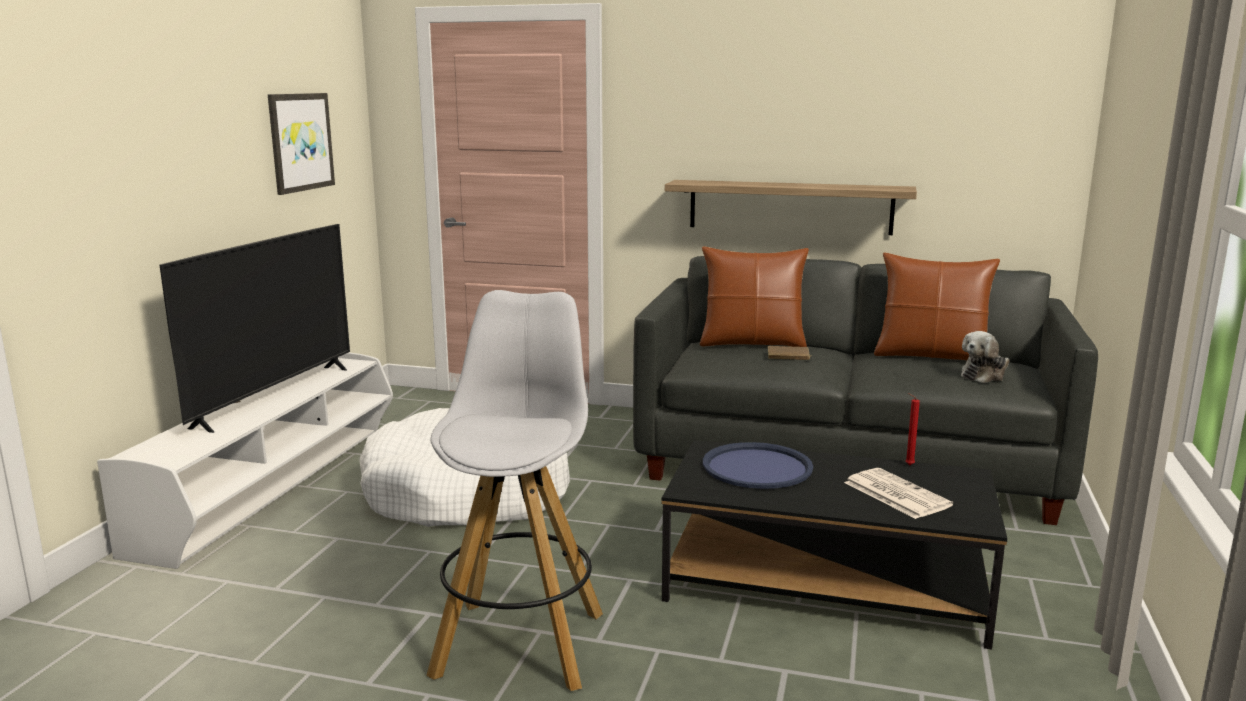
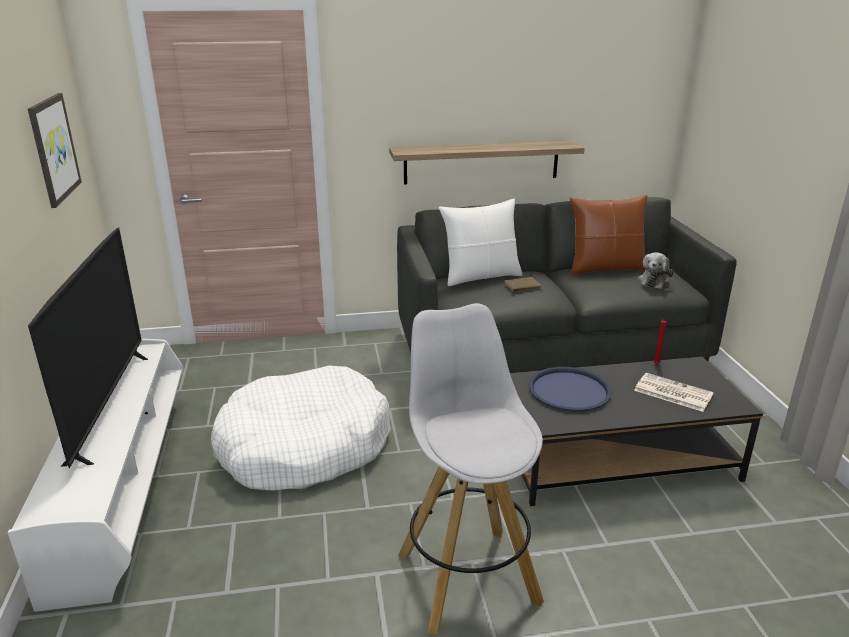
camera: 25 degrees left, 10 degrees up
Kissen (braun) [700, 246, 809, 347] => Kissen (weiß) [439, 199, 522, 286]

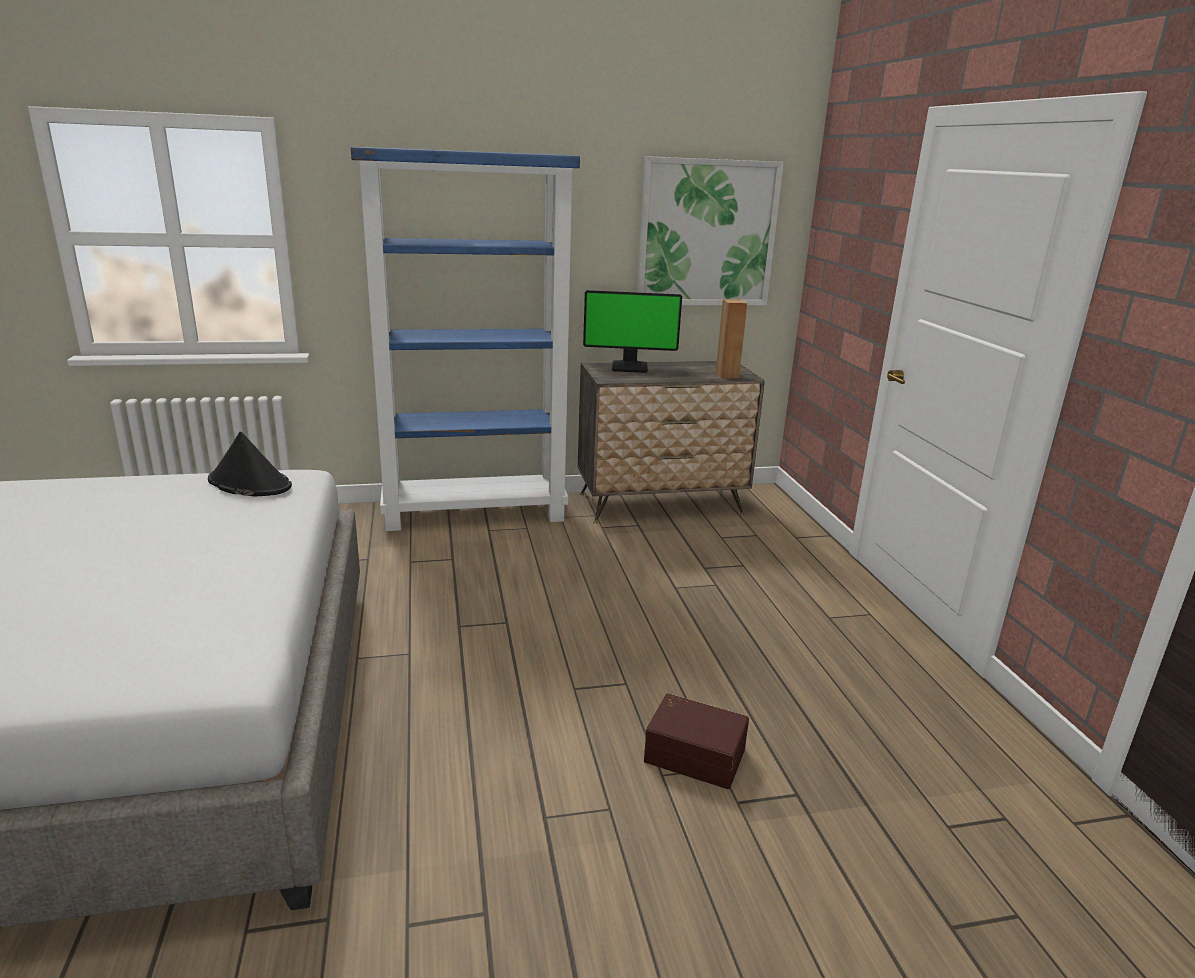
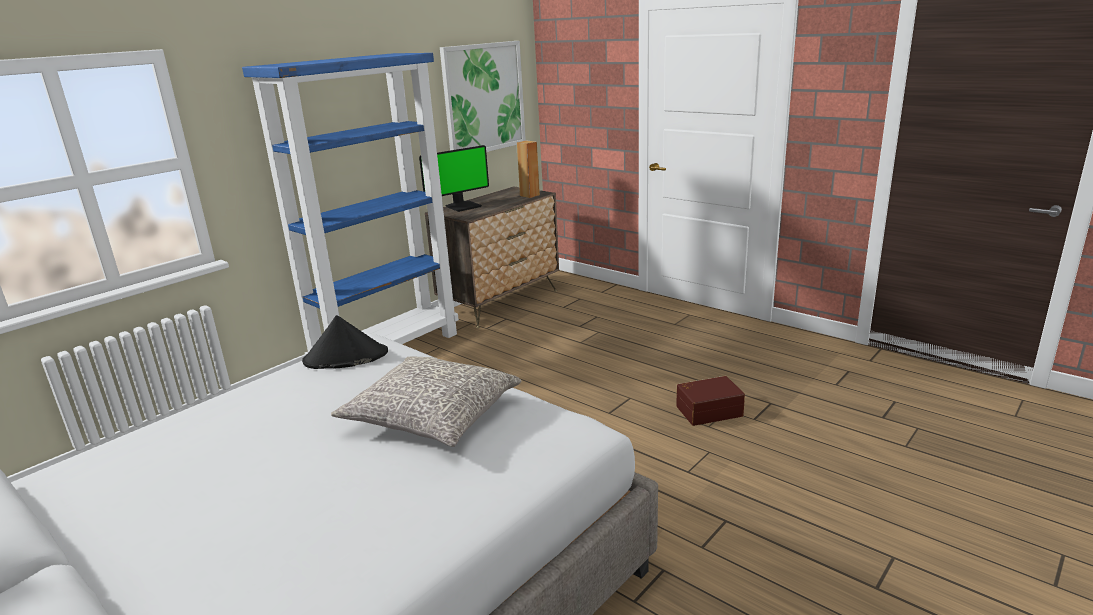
camera: 35 degrees left, 0 degrees up
nothing => Kissen (grau) [331, 356, 521, 447]

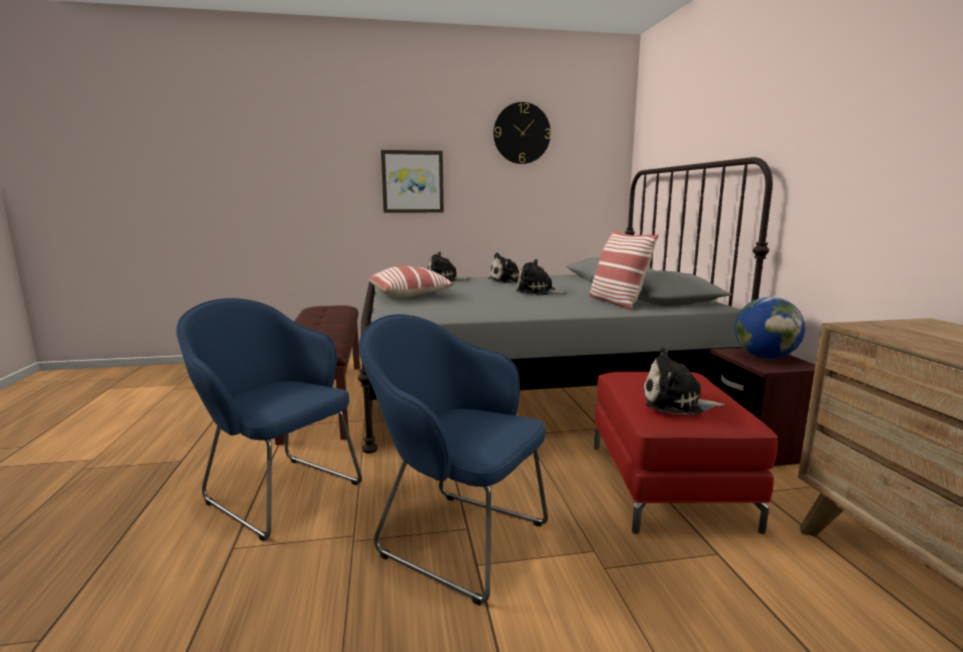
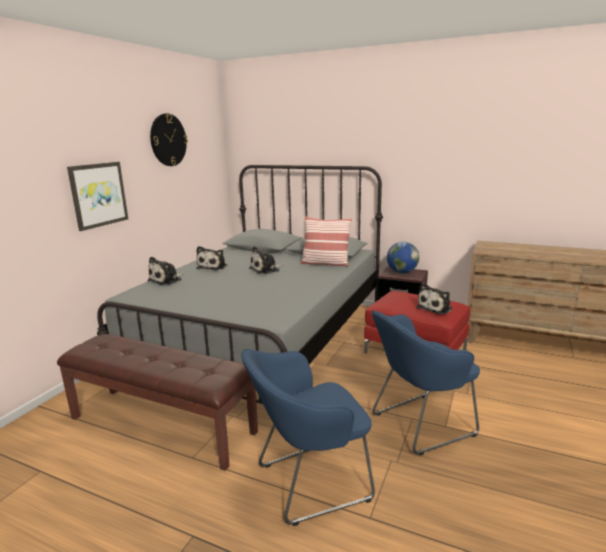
camera: 55 degrees left, 5 degrees up
Kissen [369, 266, 455, 298] => nothing

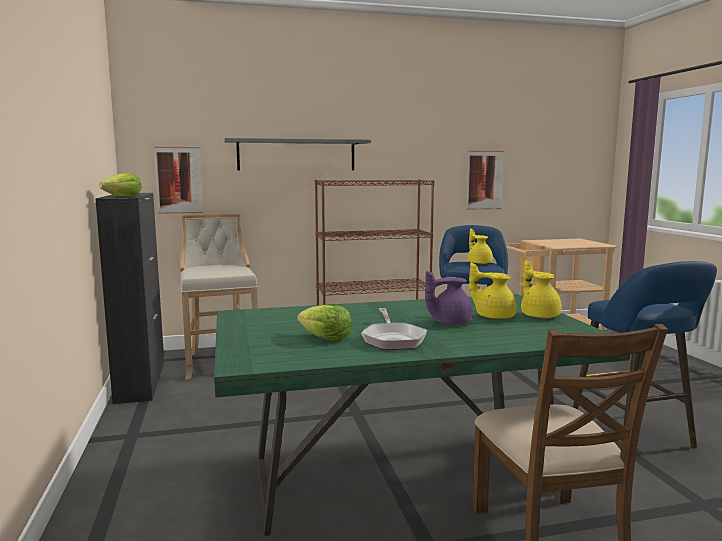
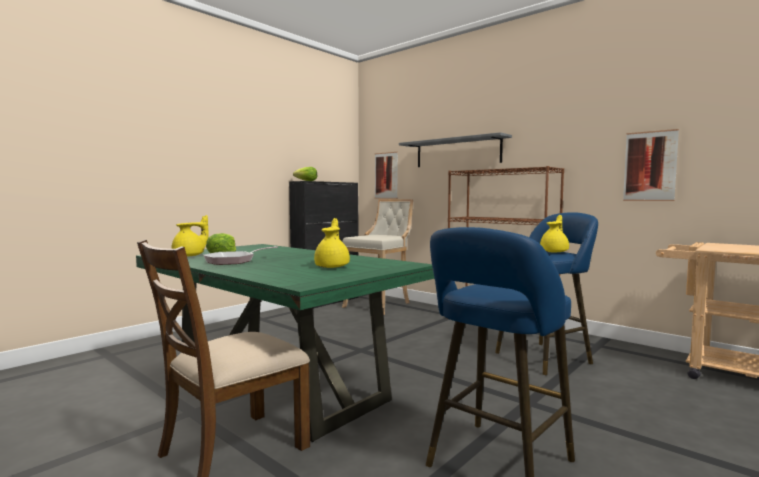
camera: 55 degrees right, 5 degrees down
Teekanne (lila) [425, 271, 473, 325] => nothing
Teekanne (gelb) [521, 260, 562, 318] => Teekanne (gelb) [171, 215, 209, 256], shifted

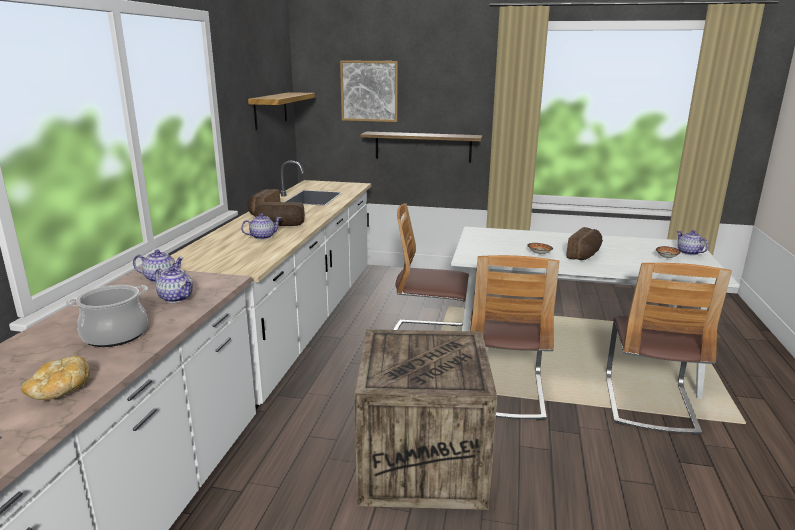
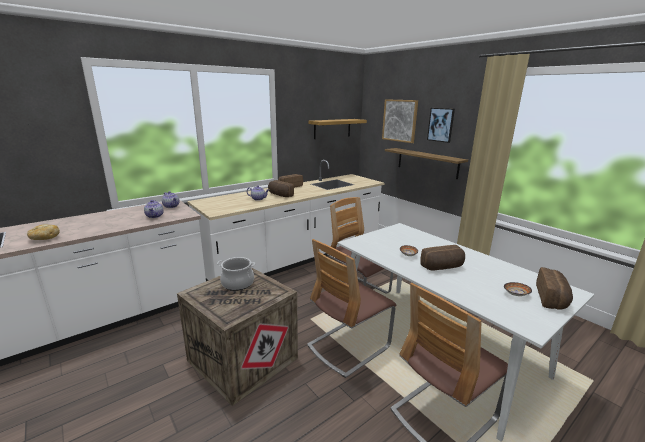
camera: 40 degrees right, 0 degrees up
Kochtopf [66, 285, 148, 347] => Kochtopf [217, 257, 256, 291], shifted
Teekanne [677, 230, 709, 255] => Brot [536, 267, 573, 310]
nothing => Bild [427, 108, 455, 143]

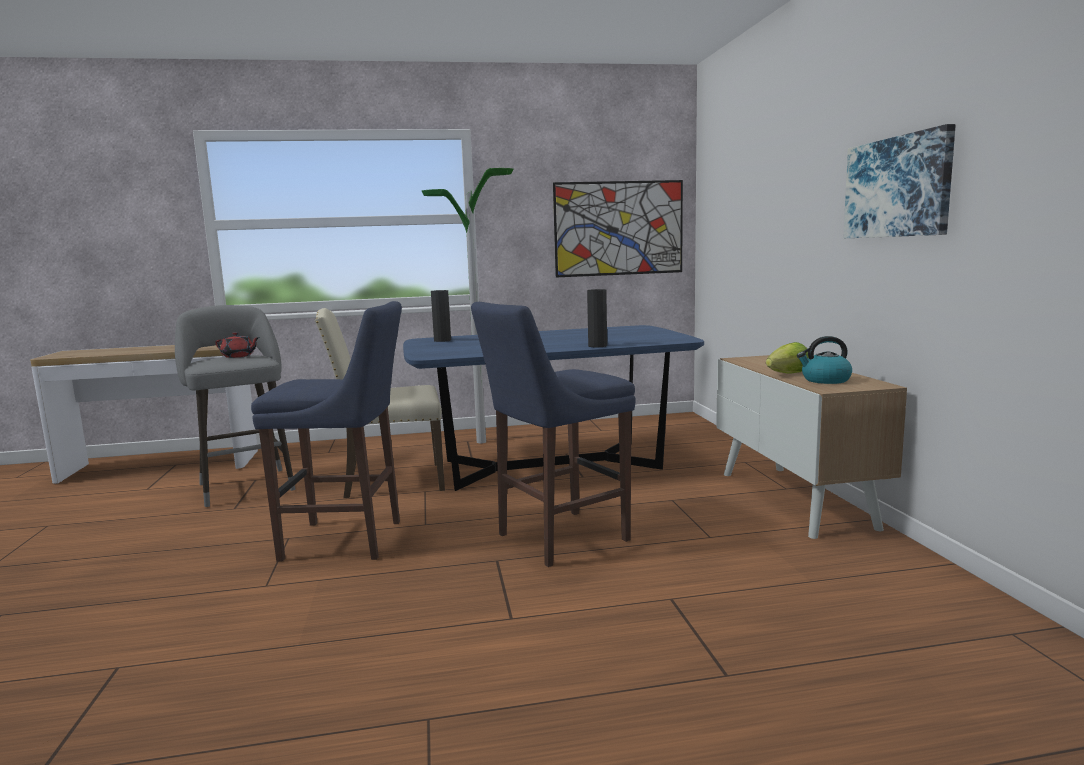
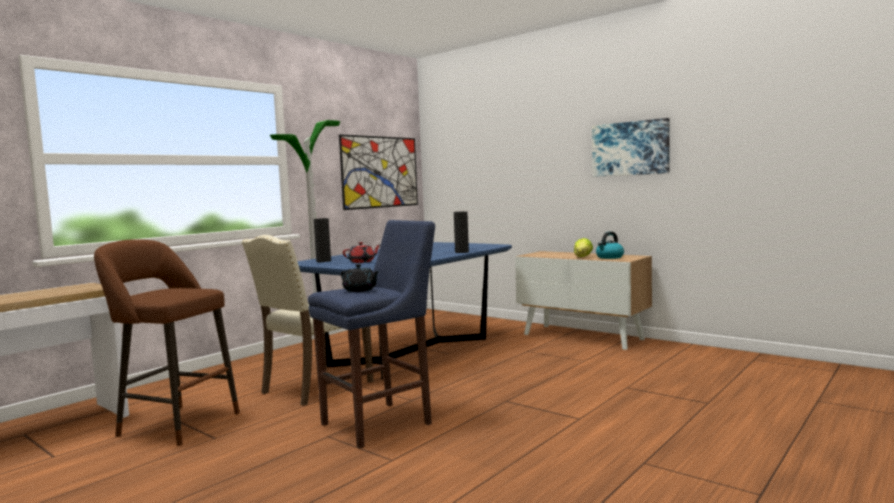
camera: 40 degrees left, 5 degrees down
Hocker (grau) [175, 305, 295, 507] => Hocker (braun) [94, 239, 240, 446]
Teekanne (rot) [215, 332, 260, 358] => Teekanne (rot) [343, 242, 380, 263], shifted
Hocker (blau) [471, 302, 636, 567] => nothing
nothing => Teekanne (schwarz) [341, 264, 380, 292]

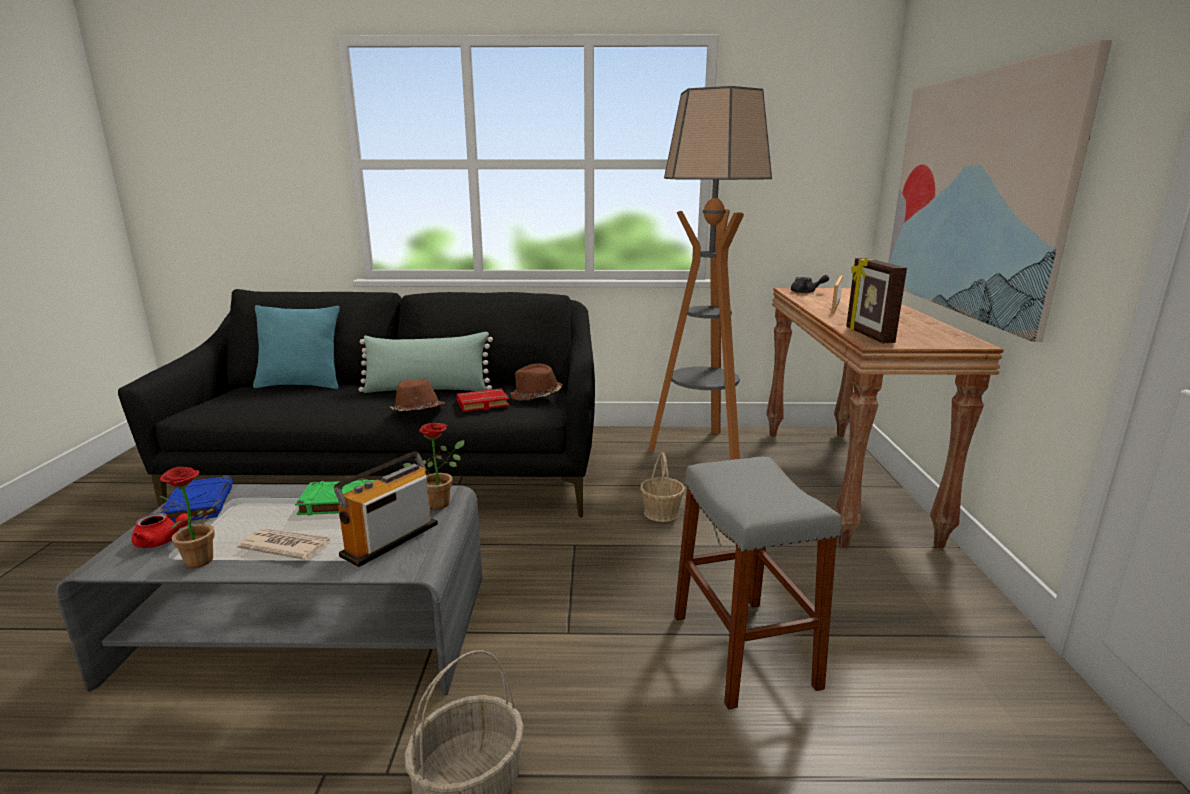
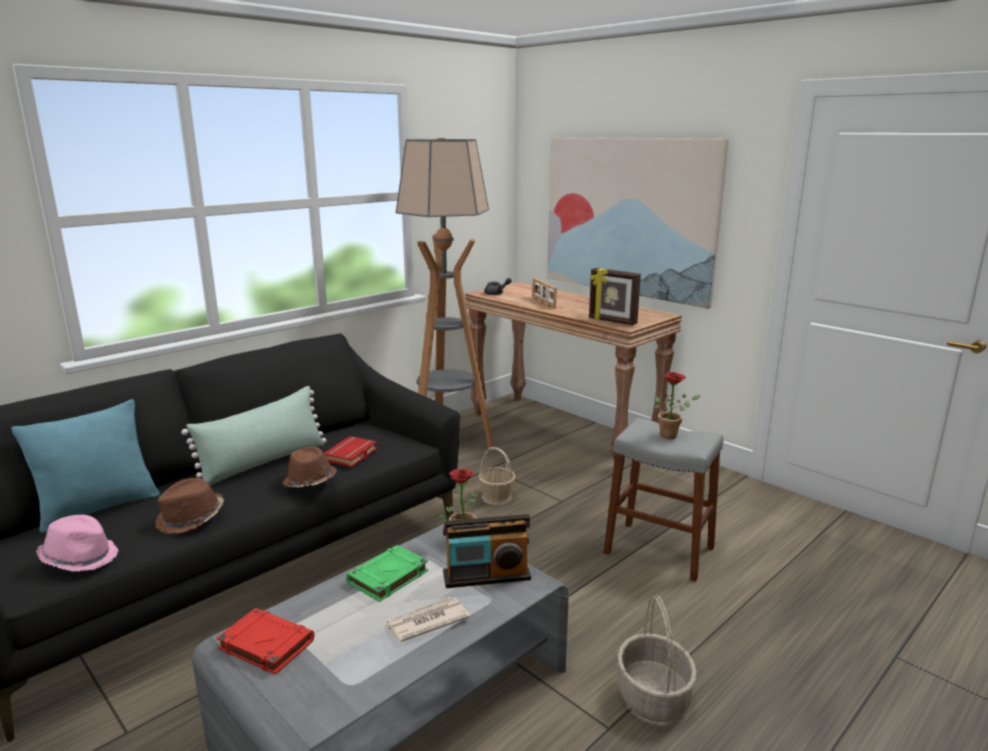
camera: 45 degrees left, 0 degrees up
Teekanne (rot) [132, 513, 188, 548] => nothing
Topfpflanze [160, 467, 221, 568] => Topfpflanze [654, 372, 701, 439], shifted
Buch (blau) [160, 476, 233, 522] => Buch (rot) [216, 608, 314, 675]
Radio [334, 451, 438, 567] => Radio [443, 514, 531, 588], 90 degrees counterclockwise
Hut (braun) [510, 364, 563, 401] => Hut (braun) [155, 478, 224, 534], shifted
nothing => Hut (rosa) [36, 515, 119, 572]

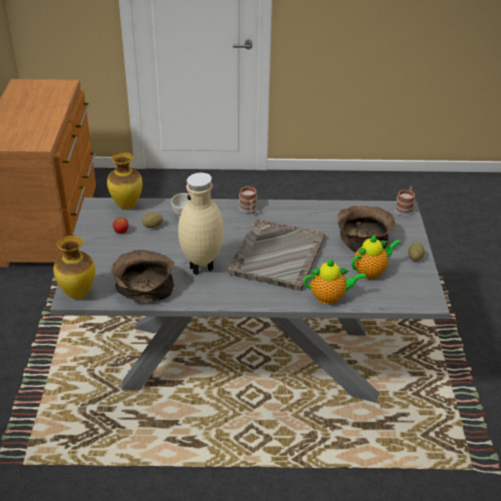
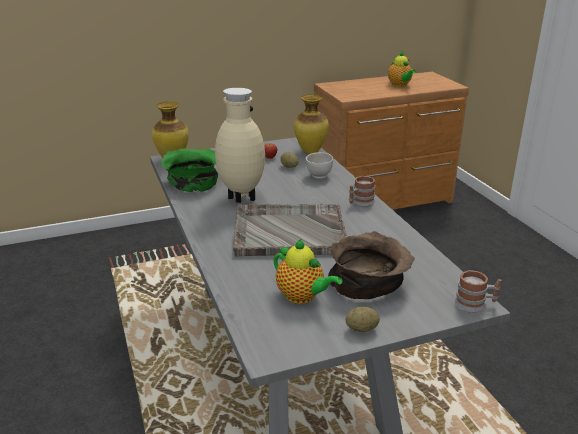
camera: 70 degrees right, 10 degrees down
Schüssel (braun) [111, 250, 175, 302] => Schüssel (grün) [161, 149, 218, 192]
Teekanne [304, 259, 366, 304] => Teekanne [388, 51, 416, 87], shifted

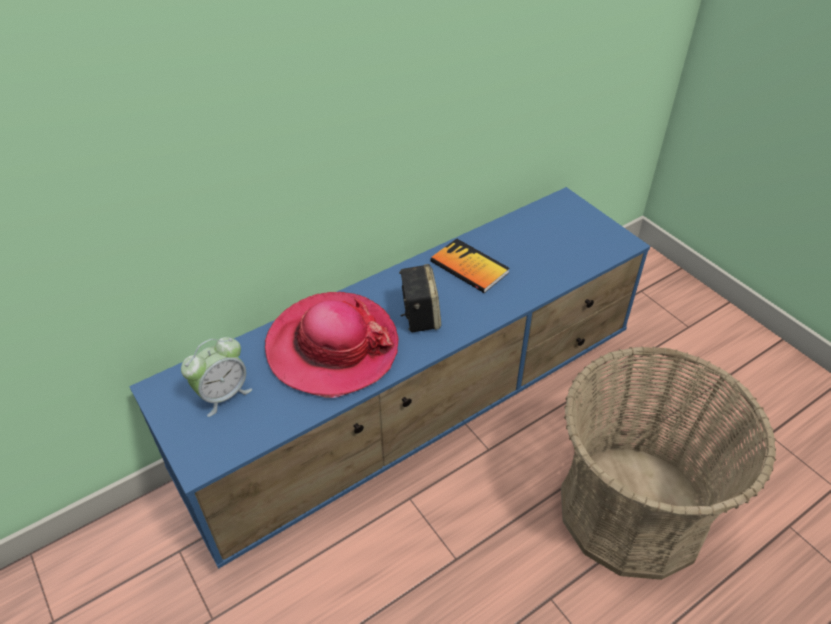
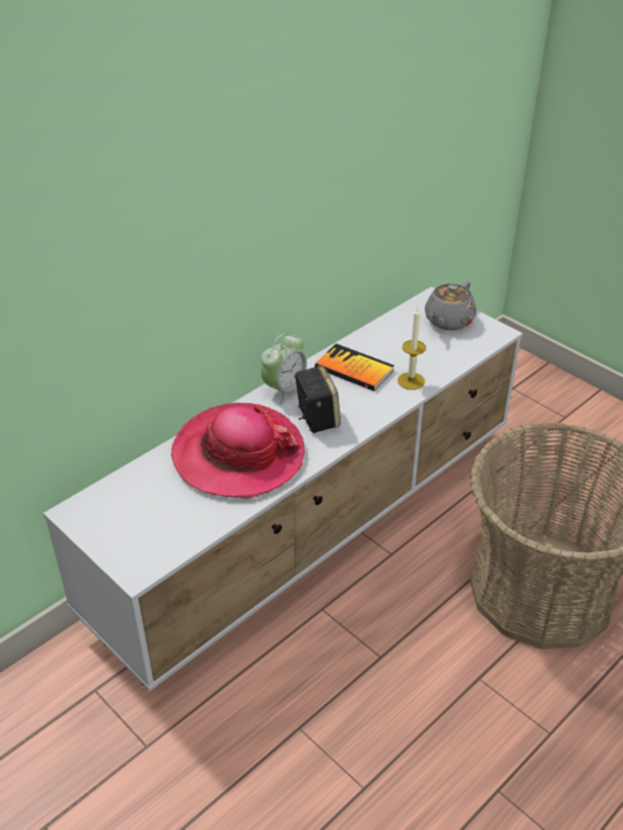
camera: 10 degrees left, 5 degrees down
Fernsehschrank (blau) [129, 187, 650, 569] => Fernsehschrank (weiß) [43, 287, 523, 691]
Wecker [181, 337, 252, 417] => Wecker [261, 333, 307, 405], shifted
nothing => Kerze [398, 306, 426, 390]
nothing => Teekanne (grau) [425, 281, 477, 330]

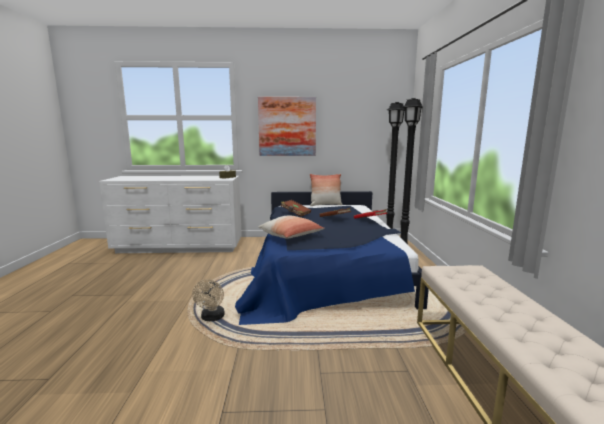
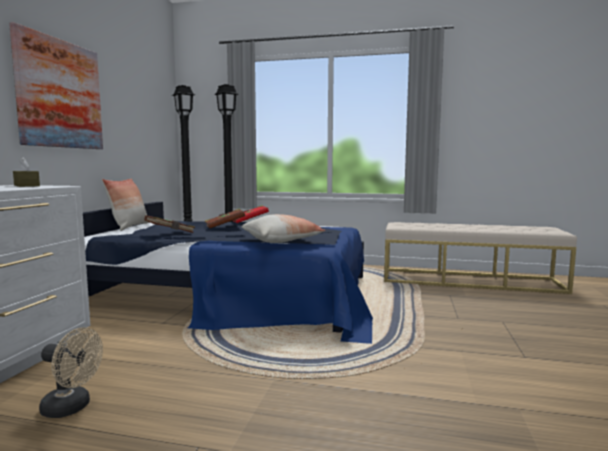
camera: 75 degrees left, 5 degrees down
Ventilator (beige) [192, 279, 225, 321] => Ventilator (beige) [39, 327, 103, 418], shifted

